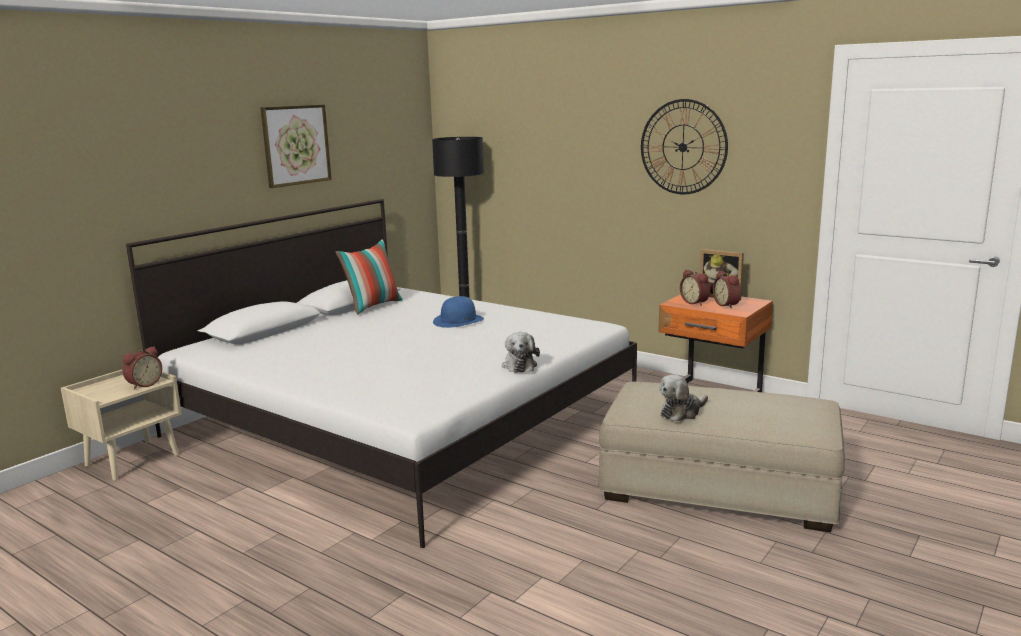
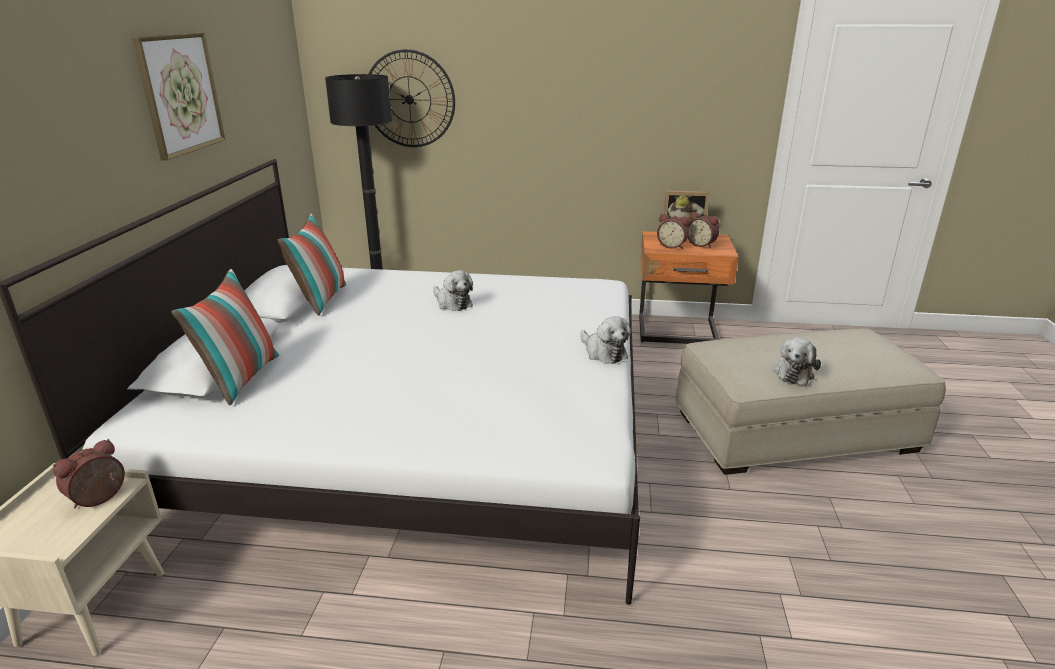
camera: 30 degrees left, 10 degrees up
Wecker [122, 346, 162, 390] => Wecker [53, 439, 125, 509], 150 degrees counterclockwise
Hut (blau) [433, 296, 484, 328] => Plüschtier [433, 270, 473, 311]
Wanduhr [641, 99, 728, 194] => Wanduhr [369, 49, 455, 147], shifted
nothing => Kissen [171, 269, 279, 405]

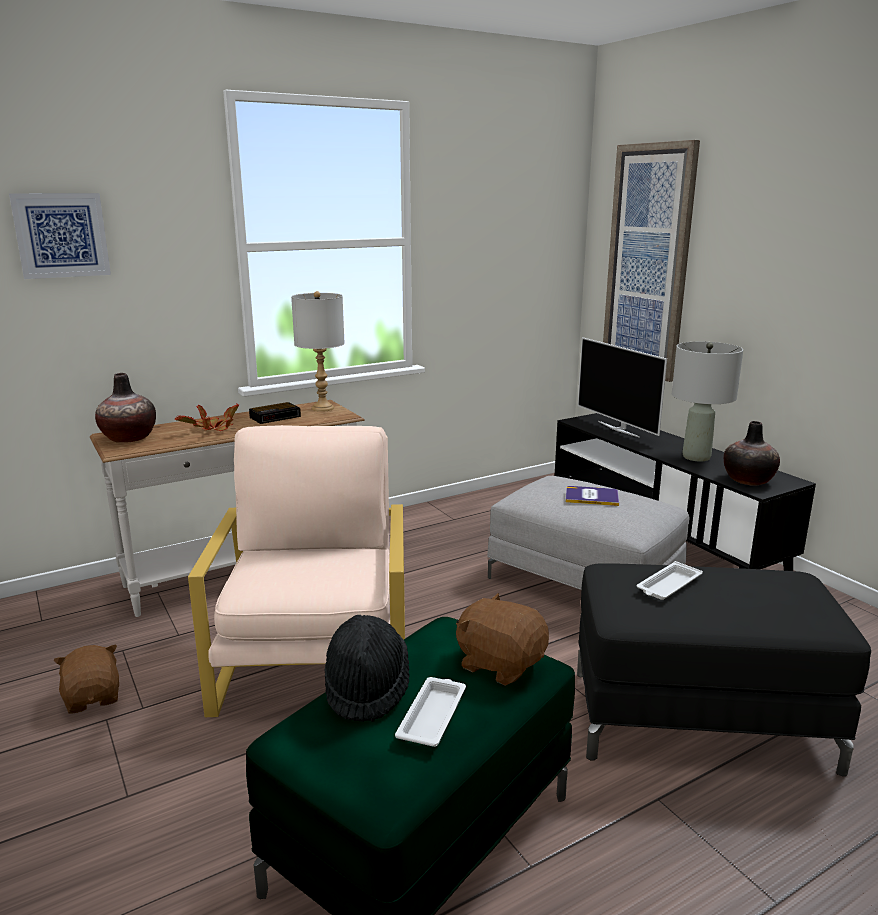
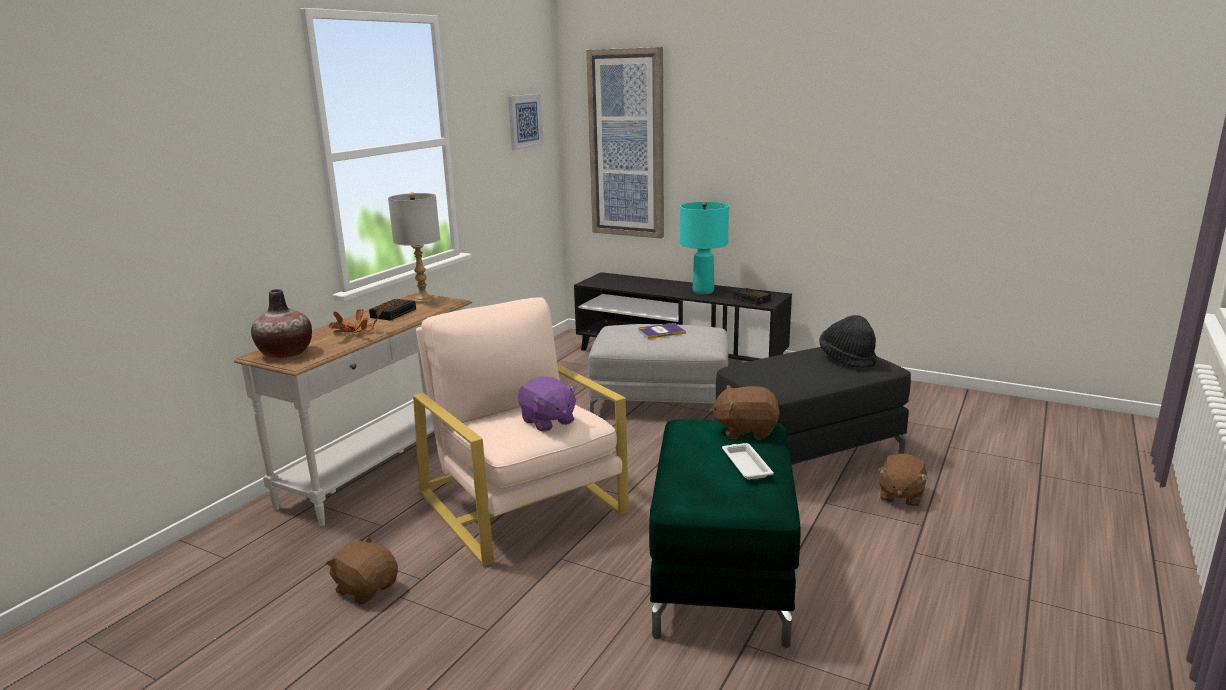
camera: 30 degrees left, 0 degrees up
Bild [9, 193, 111, 279] => Bild [508, 94, 544, 150], shifted
Hut (schwarz) [325, 615, 409, 722] => Hut (schwarz) [819, 315, 877, 368], shifted
Fernseher [578, 337, 667, 438] => nothing
Tablett (weiß) [637, 561, 703, 600] => nothing
Tischlampe (grau) [672, 342, 743, 462] => Tischlampe (türkis) [680, 202, 729, 294]
Vase [724, 421, 780, 486] => Wecker [733, 288, 771, 305]
nothing => Plüschtier (lila) [518, 376, 577, 432]
nothing => Plüschtier (braun) [877, 454, 928, 507]

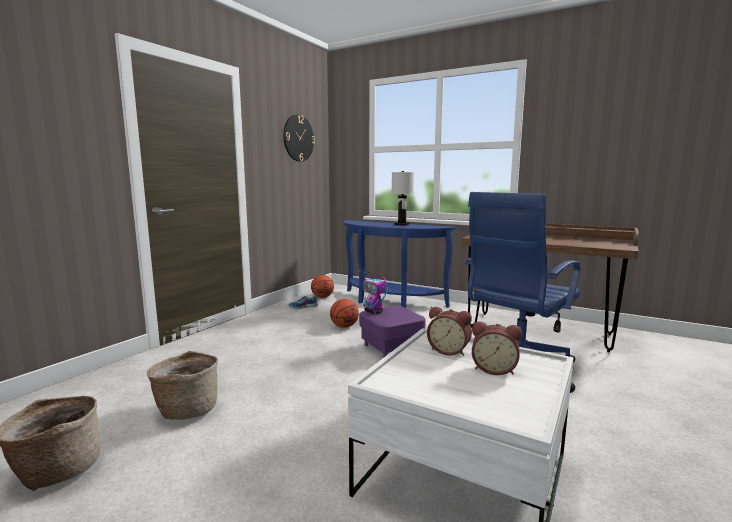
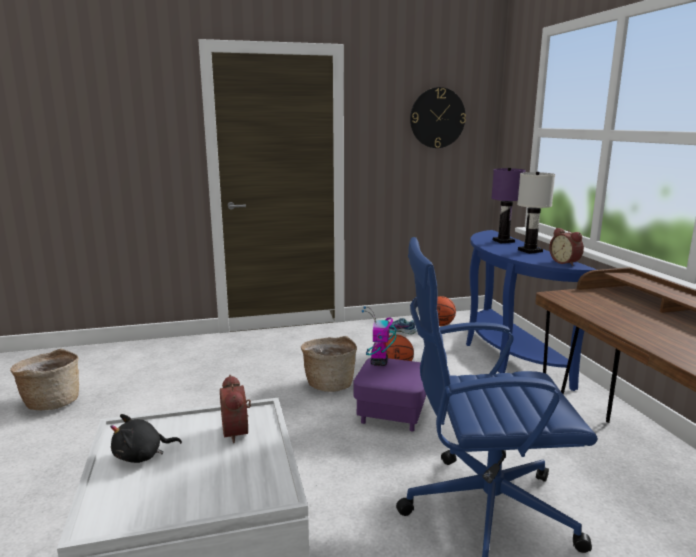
camera: 45 degrees right, 5 degrees up
Korb [147, 351, 218, 420] => Korb [301, 336, 357, 392], shifted
Wecker [472, 321, 522, 375] => Wecker [549, 228, 584, 266], shifted
nothing => Plüschtier (schwarz) [110, 414, 182, 463]
nothing => Tischlampe (lila) [491, 168, 526, 243]

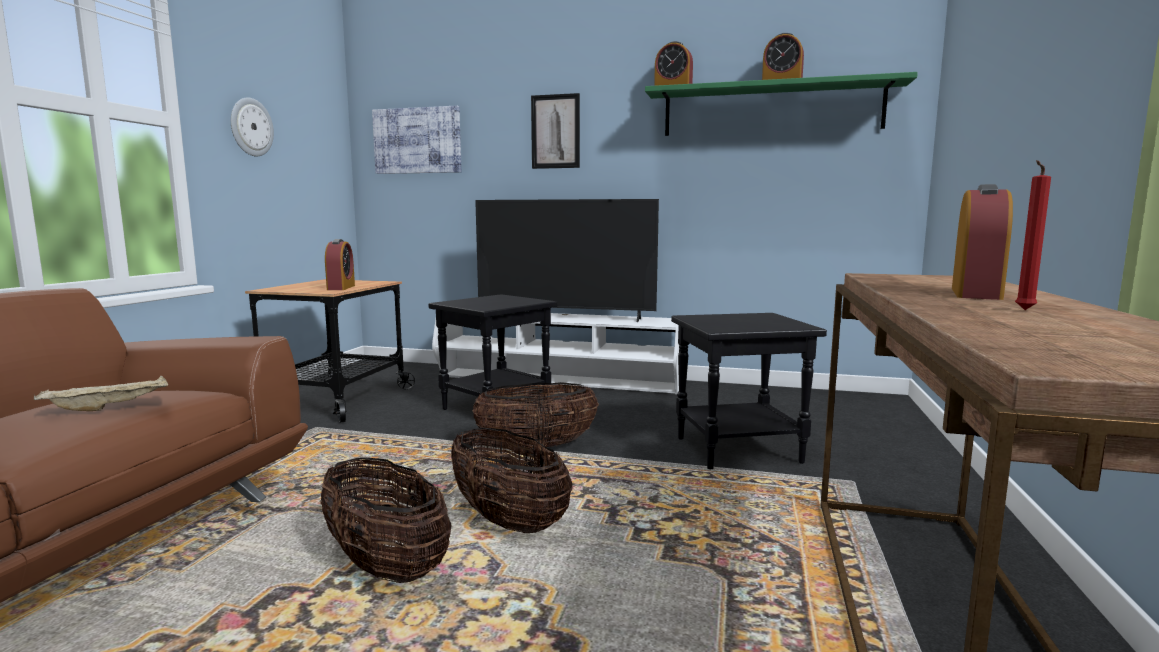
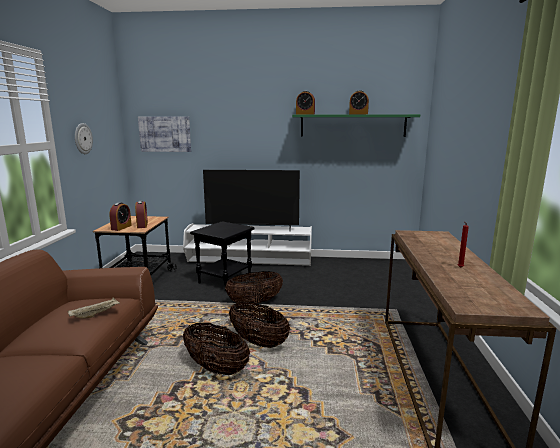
camera: 10 degrees left, 5 degrees up
Bild [531, 93, 580, 169] => nothing
Beistelltisch (schwarz) [671, 313, 827, 469] => nothing
Wecker [952, 184, 1013, 300] => Wecker [109, 202, 132, 231], shifted

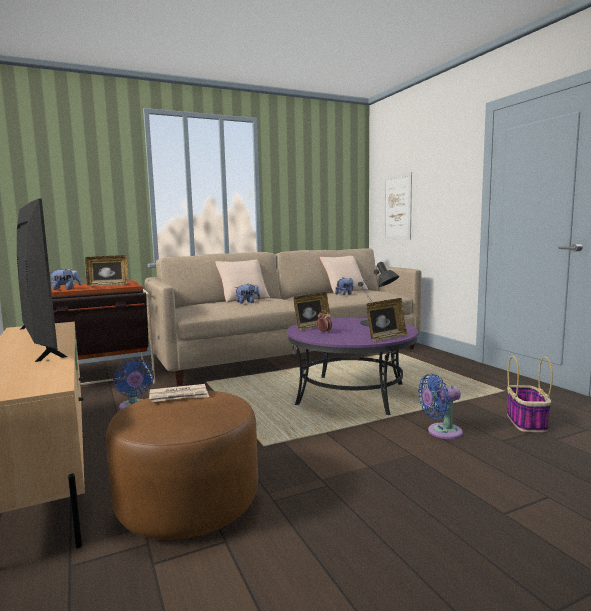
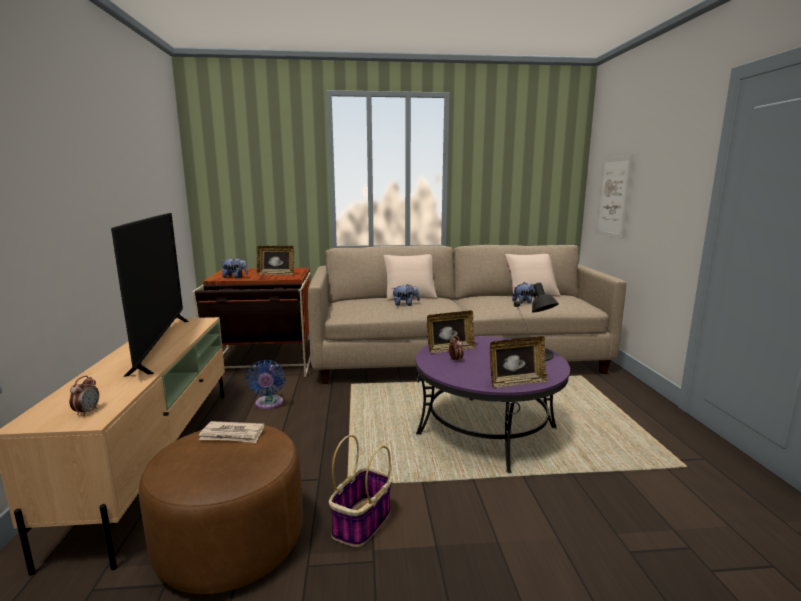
camera: 20 degrees right, 5 degrees up
Ventilator (blau) [418, 373, 463, 439] => nothing
Korb [507, 356, 553, 432] => Korb [329, 435, 392, 547], shifted
nothing => Wecker [69, 376, 99, 416]

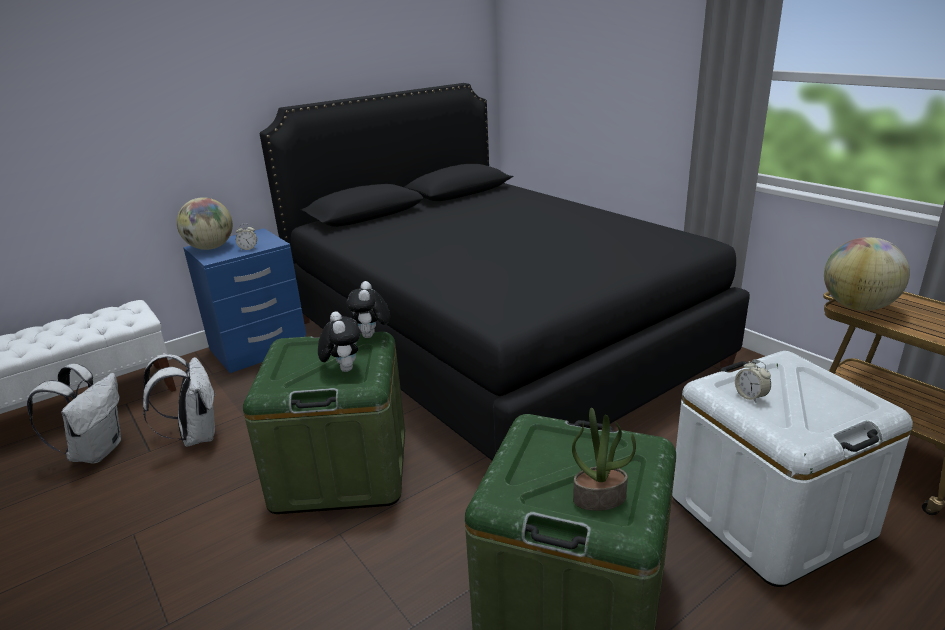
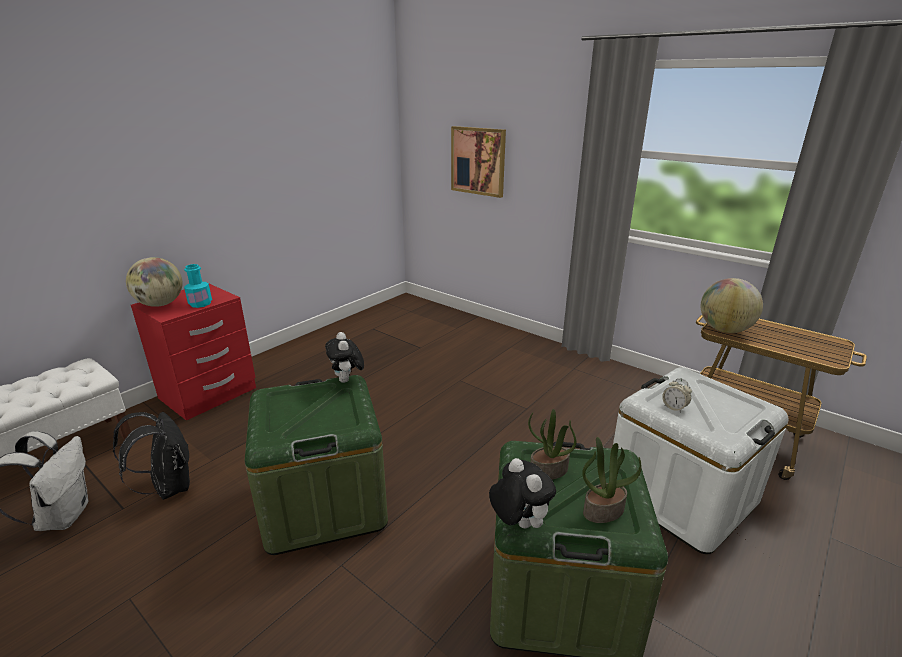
camera: 15 degrees left, 0 degrees up
Rucksack (weiß) [143, 354, 216, 447] => Rucksack (schwarz) [113, 412, 190, 500]
Nachttisch (blau) [183, 228, 306, 373] => Nachttisch (rot) [131, 283, 256, 421]
Wecker [236, 223, 257, 251] => Flasche (türkis) [184, 264, 212, 308]
Bett (schwarz) [260, 83, 750, 460] => nothing
Plüschtier [318, 311, 361, 372] => Plüschtier [489, 458, 556, 528], shifted
nothing => Bild [451, 126, 506, 198]
nothing => Topfpflanze [528, 409, 577, 480]

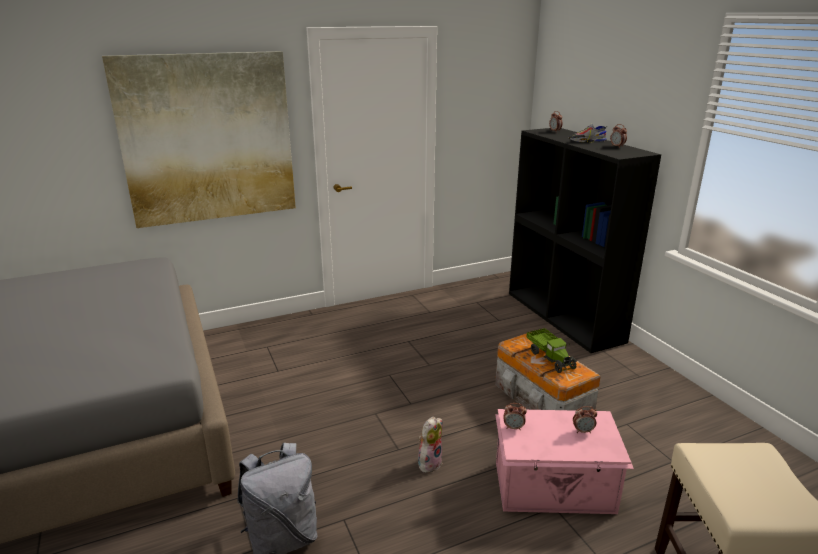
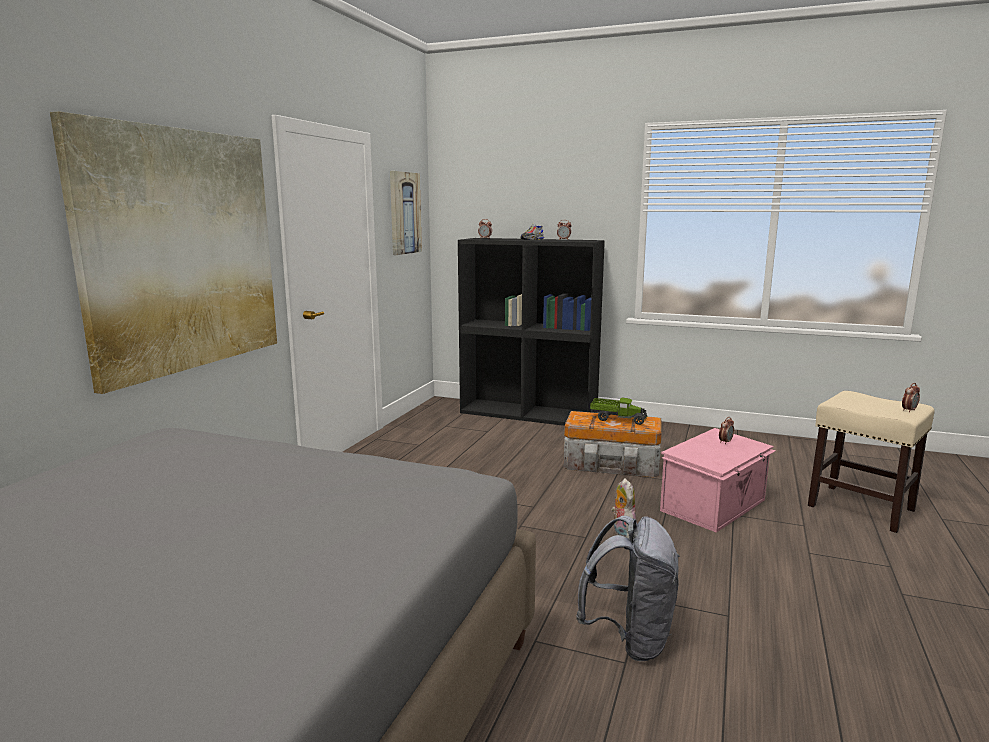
camera: 45 degrees left, 10 degrees down
Wecker [503, 403, 527, 430] => Wecker [902, 383, 920, 412], shifted
nothing => Bild [390, 171, 422, 255]

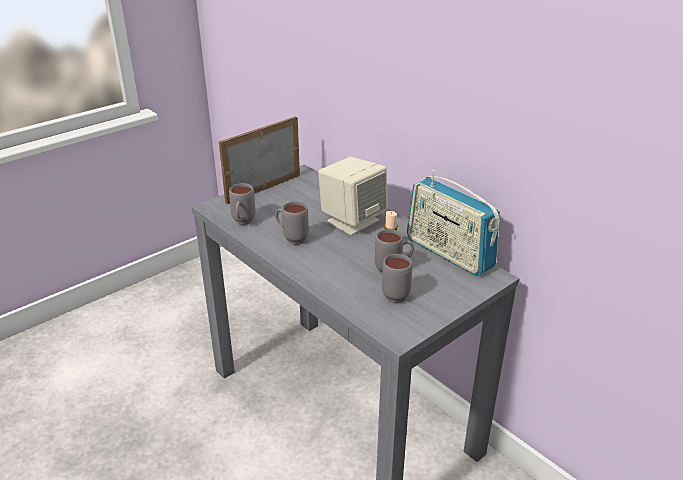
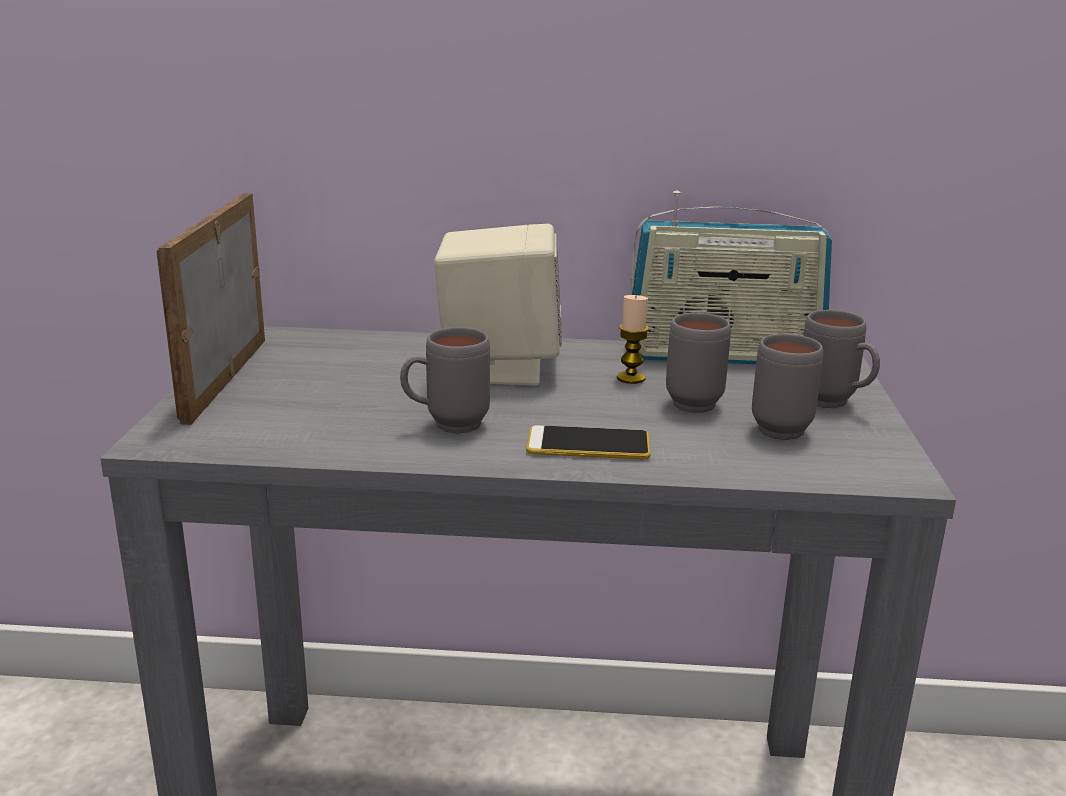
camera: 45 degrees left, 10 degrees down
Henkelbecher (grau) [229, 183, 256, 225] => Henkelbecher (grau) [803, 310, 880, 408], shifted
nothing => Handy [526, 425, 650, 459]

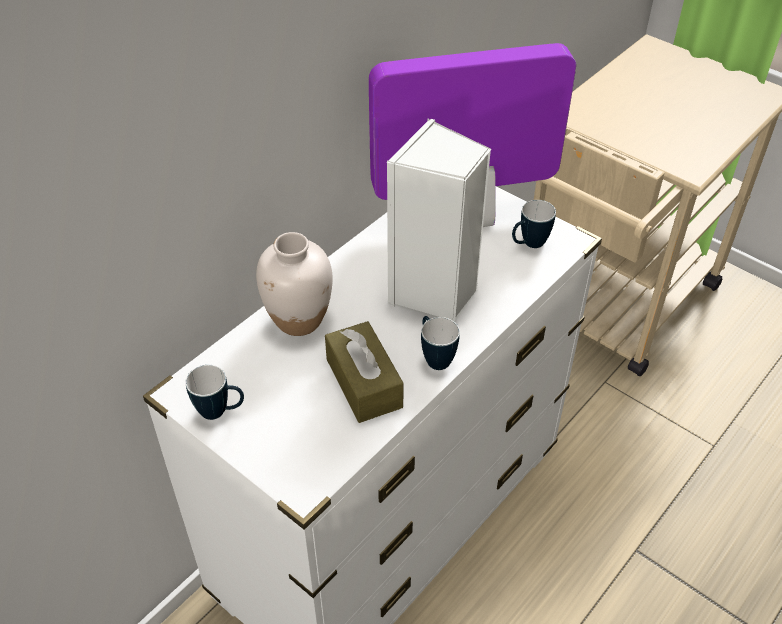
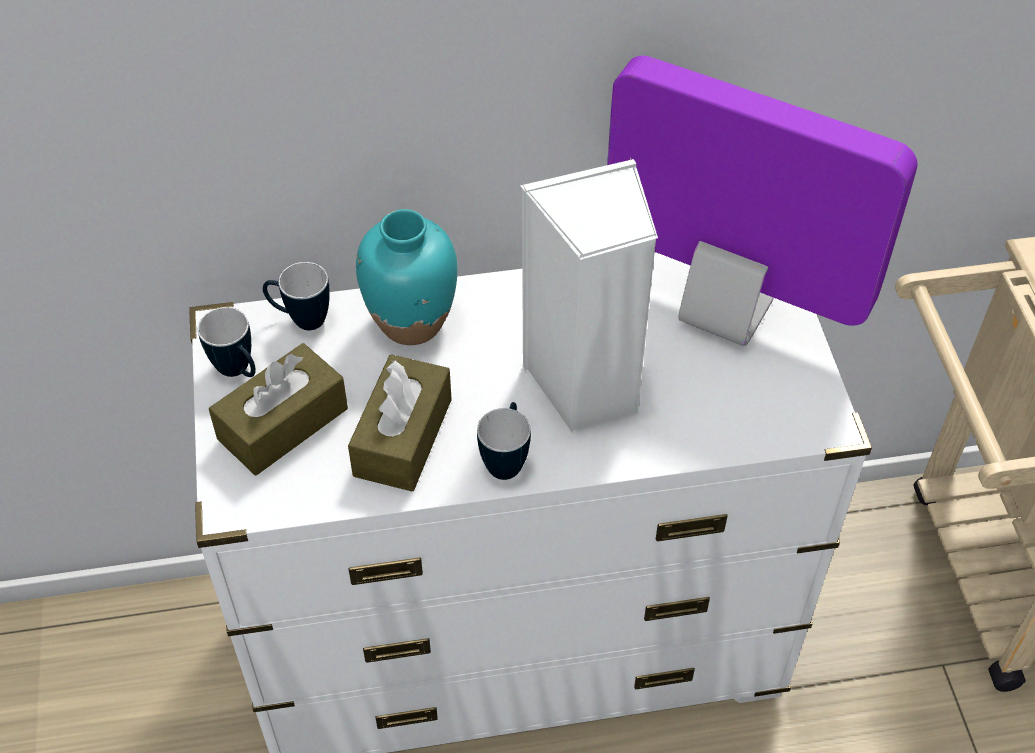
camera: 40 degrees right, 5 degrees up
Vase (weiß) [256, 232, 332, 336] => Vase (türkis) [356, 209, 458, 345]
Henkelbecher [512, 200, 556, 248] => Henkelbecher [263, 262, 330, 330], shifted
nothing => Taschentuchbox (braun) [209, 343, 348, 475]

